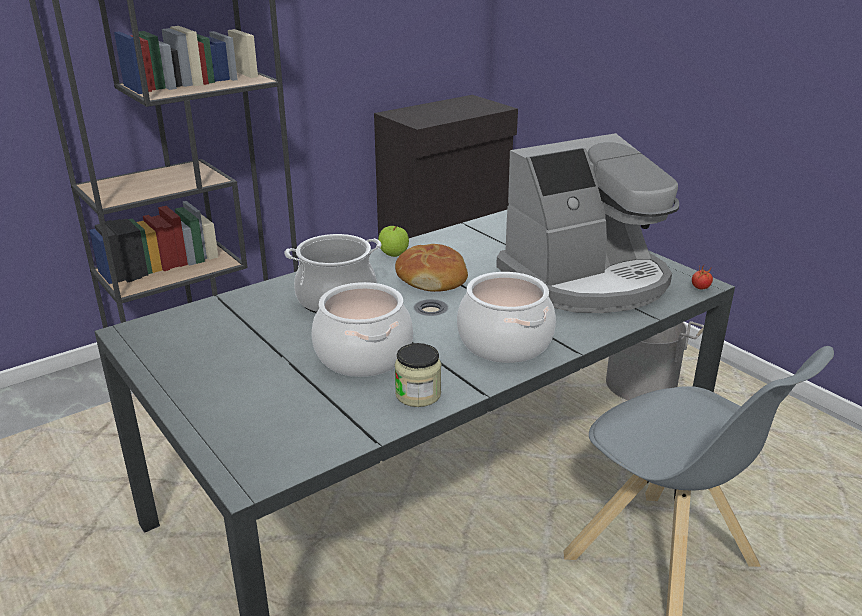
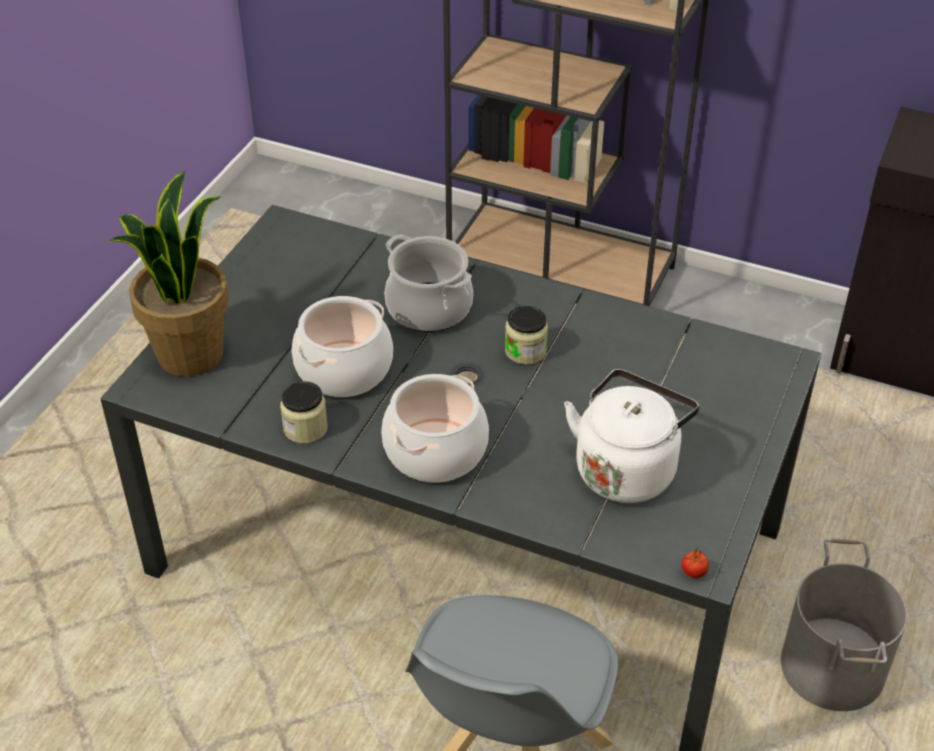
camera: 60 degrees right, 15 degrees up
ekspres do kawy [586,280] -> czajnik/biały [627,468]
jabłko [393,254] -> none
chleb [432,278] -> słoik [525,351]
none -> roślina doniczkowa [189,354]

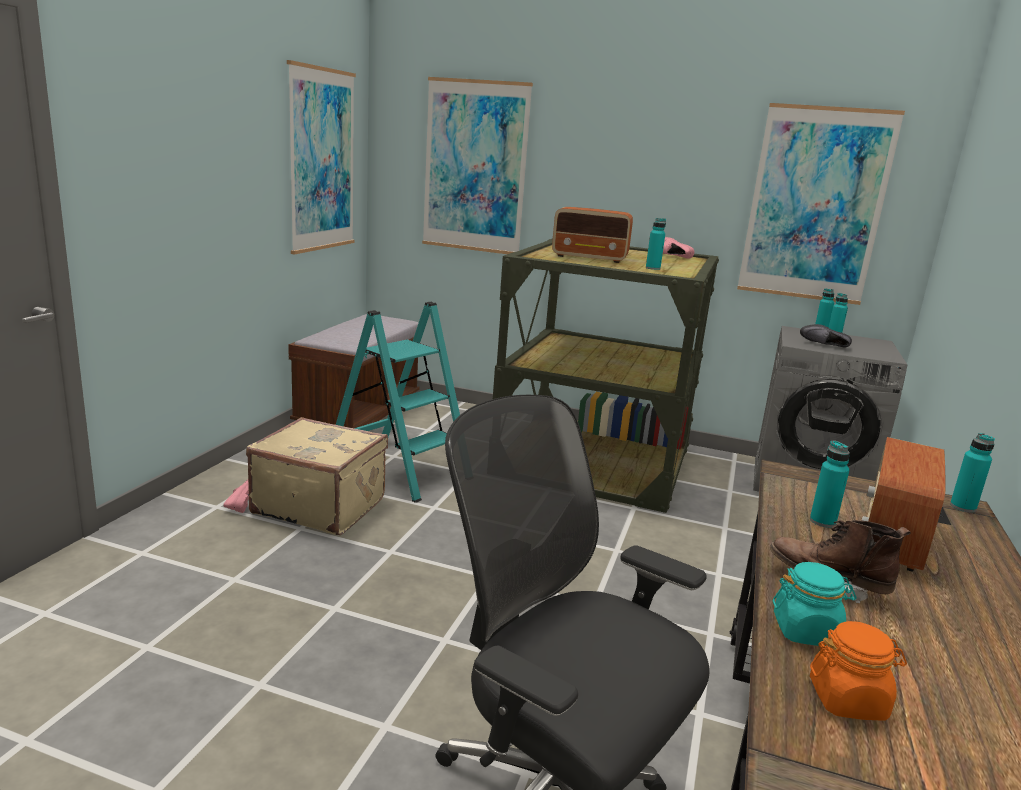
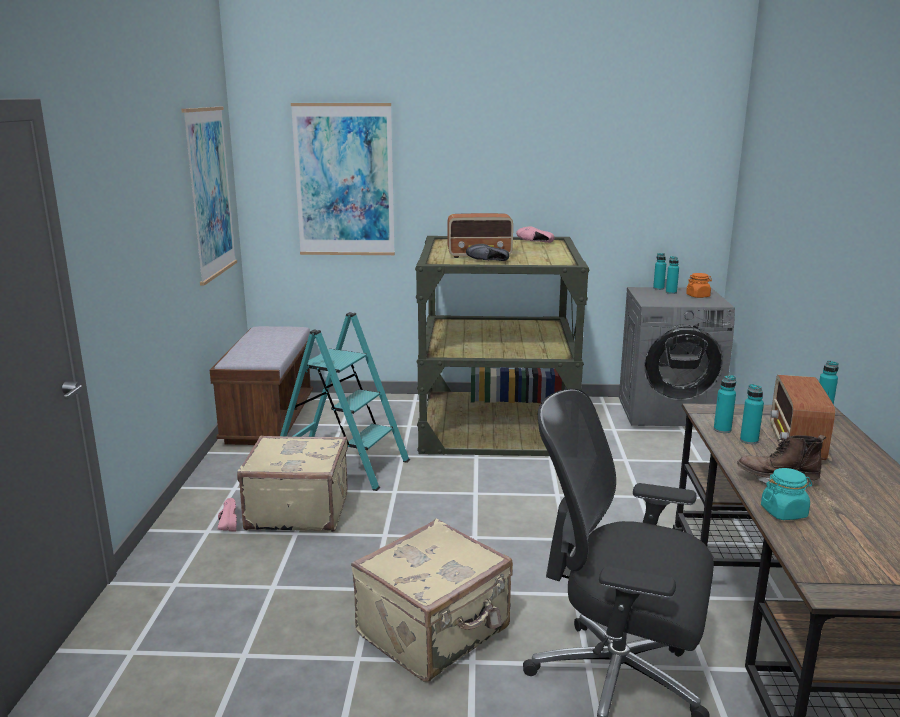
camera: 15 degrees left, 0 degrees up
obraz [815,205] -> none
butelka/turkusowy [653,268] -> butelka/turkusowy [722,429], moved
but/czarny [825,345] -> but/czarny [488,261], moved
słoik/pomarańczowy [848,700] -> słoik/pomarańczowy [698,296], moved
none -> walizka/beżowy [435,632]

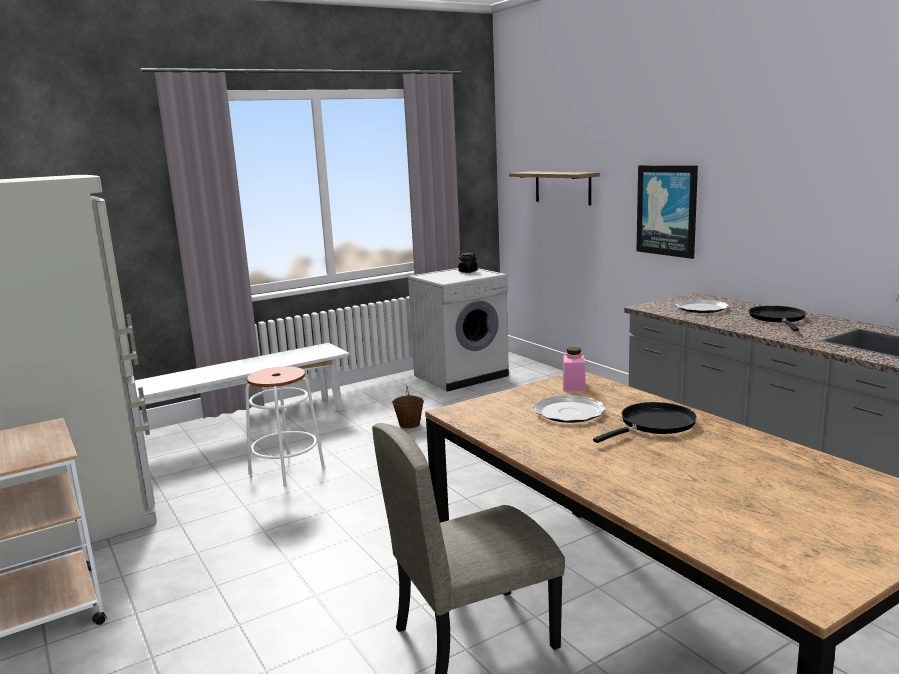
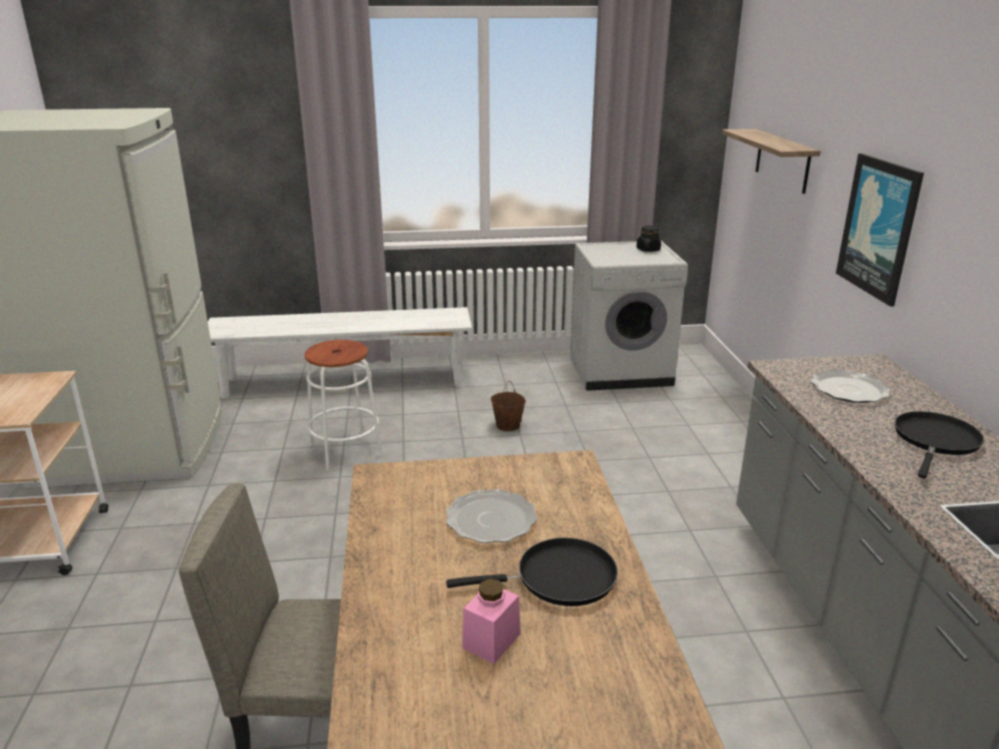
camera: 25 degrees right, 10 degrees up
słoik/różowy [574,386] -> słoik/różowy [491,641], moved

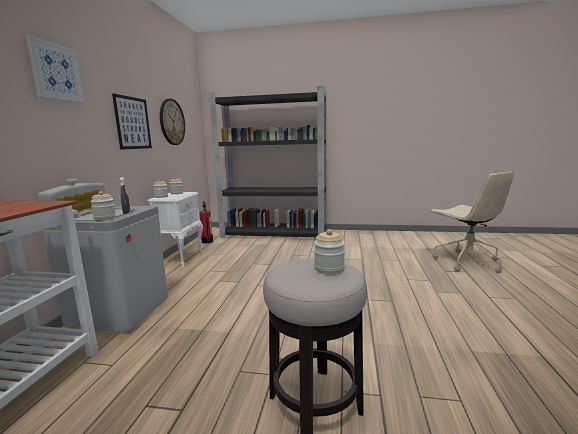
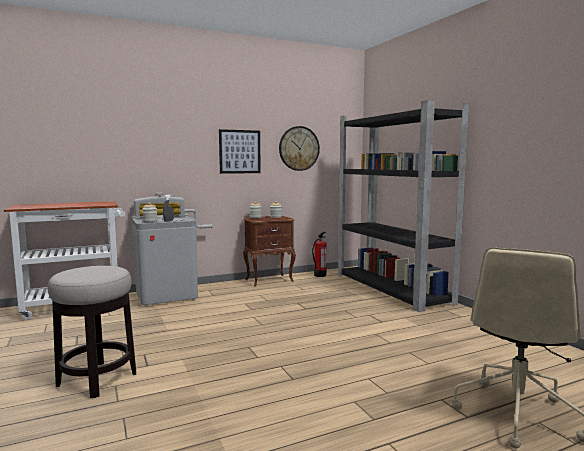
camera: 55 degrees right, 5 degrees down
obraz [56,72] -> none
szafka nocna/biały [181,258] -> szafka nocna/brązowy [269,280]
słoik [329,268] -> none

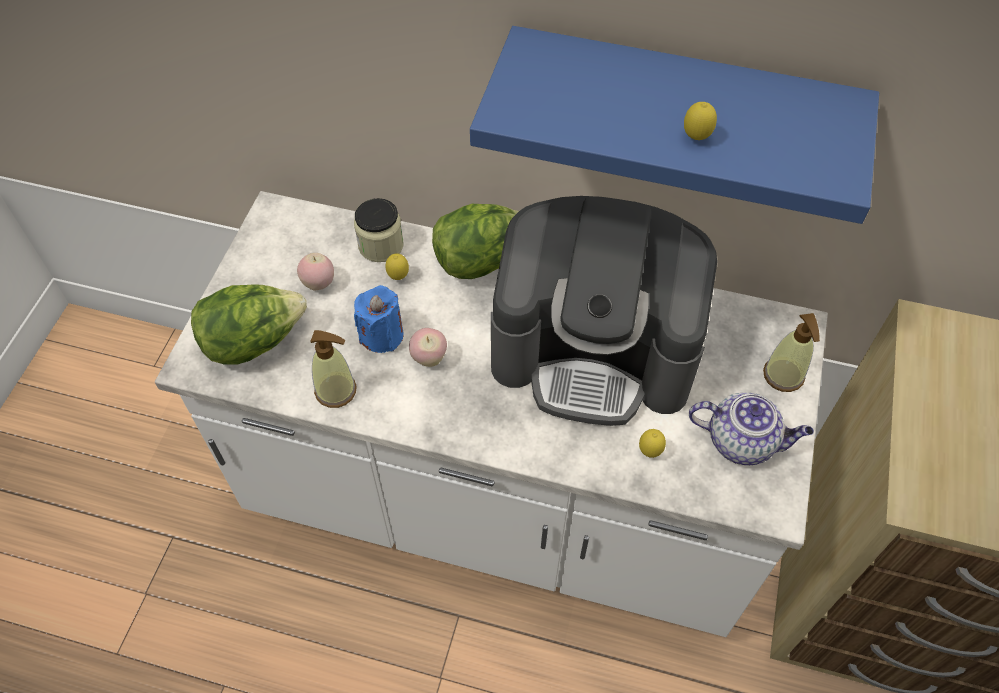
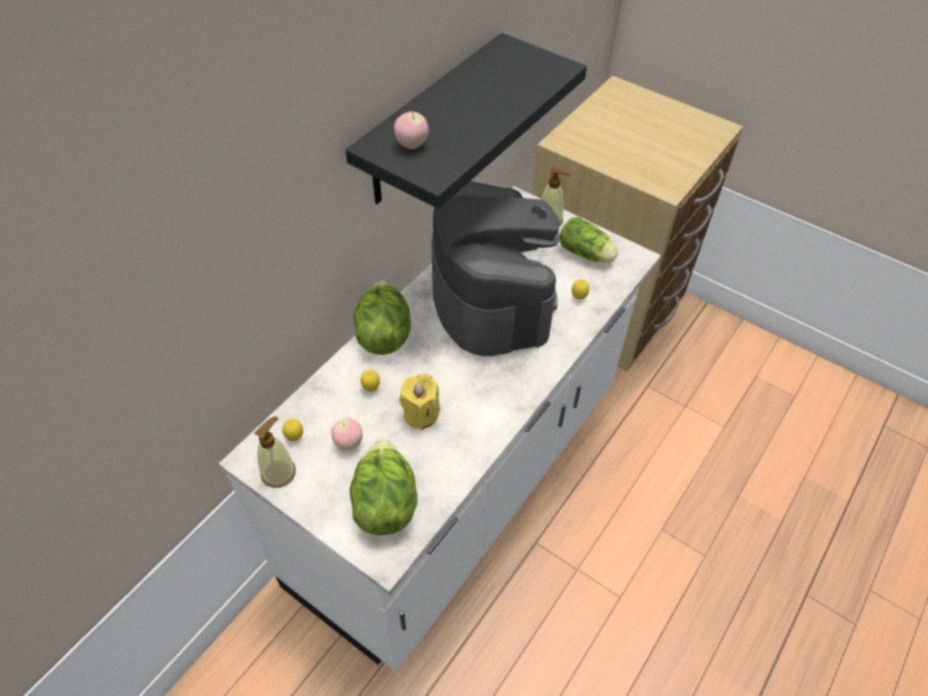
camera: 70 degrees left, 5 degrees down
półka/niebieski [680,105] -> półka/czarny [430,122]
cytryna [696,138] -> cytryna [295,437], moved
ekspres do kawy [595,349] -> ekspres do kawy [491,298], 45 degrees counterclockwise
słoik [381,245] -> none
świeca/niebieski [382,335] -> świeca/żółty [421,414]
jabłko [429,358] -> jabłko [411,145], moved
dozownik mydła [336,390] -> dozownik mydła [279,472], moved
imbryk [742,441] -> sałata [587,254]

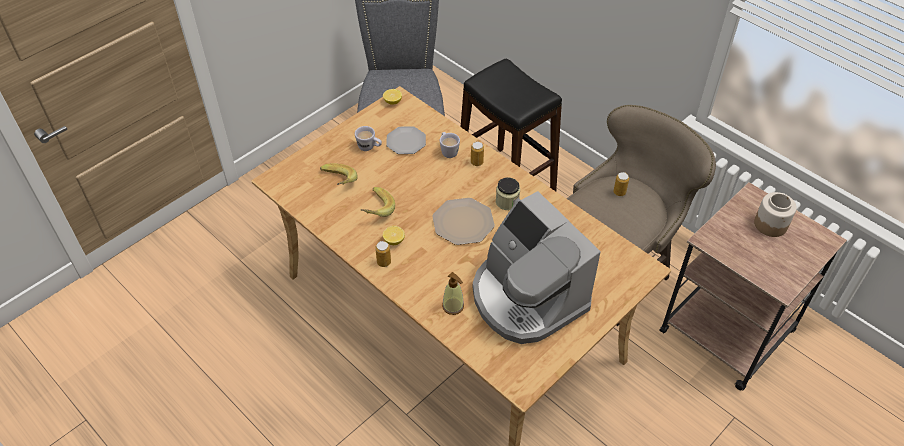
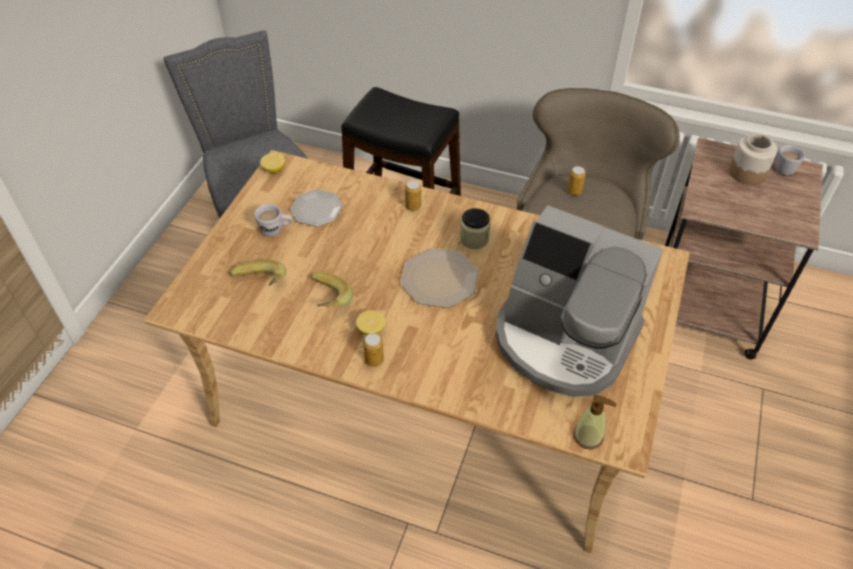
camera: 25 degrees left, 0 degrees up
kubek/biały [448,151] -> kubek/biały [779,168], moved
dozownik mydła [453,306] -> dozownik mydła [588,436], moved

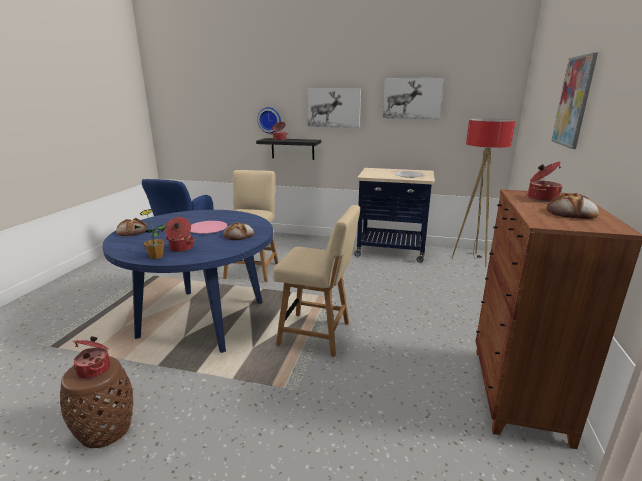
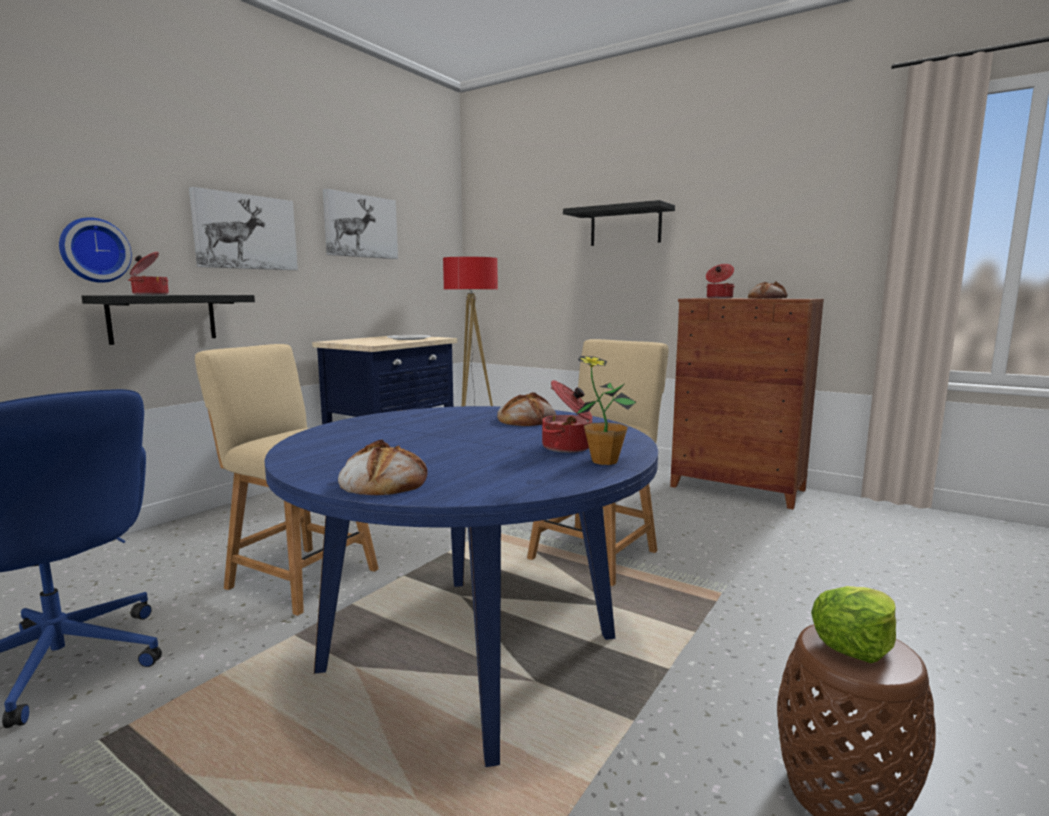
camera: 70 degrees left, 10 degrees down
obraz [574,102] -> półka/czarny [625,226]
talerz/różowy [207,228] -> none
garnek [95,369] -> sałata [854,644]

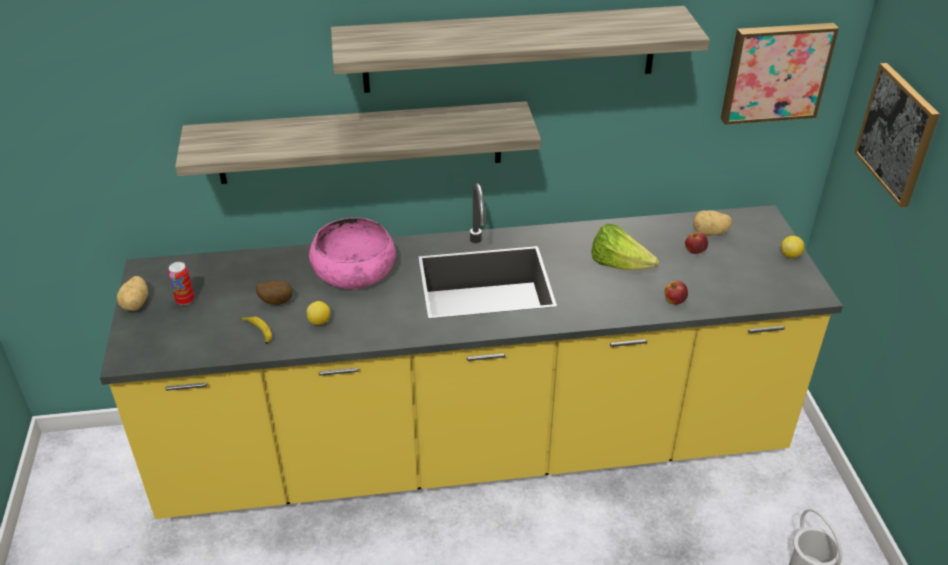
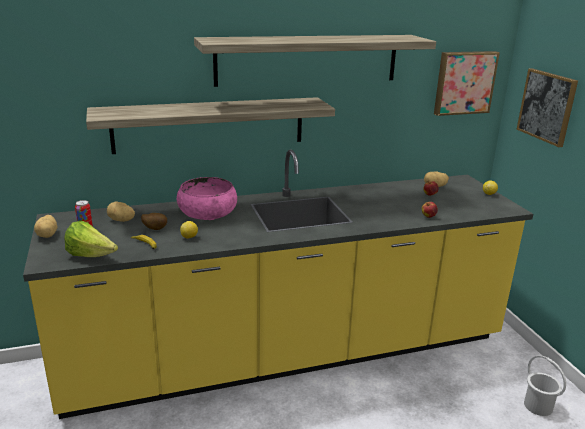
camera: 10 degrees left, 15 degrees down
sałata [619,265] -> sałata [91,256], moved
none -> ziemniak [121,220]

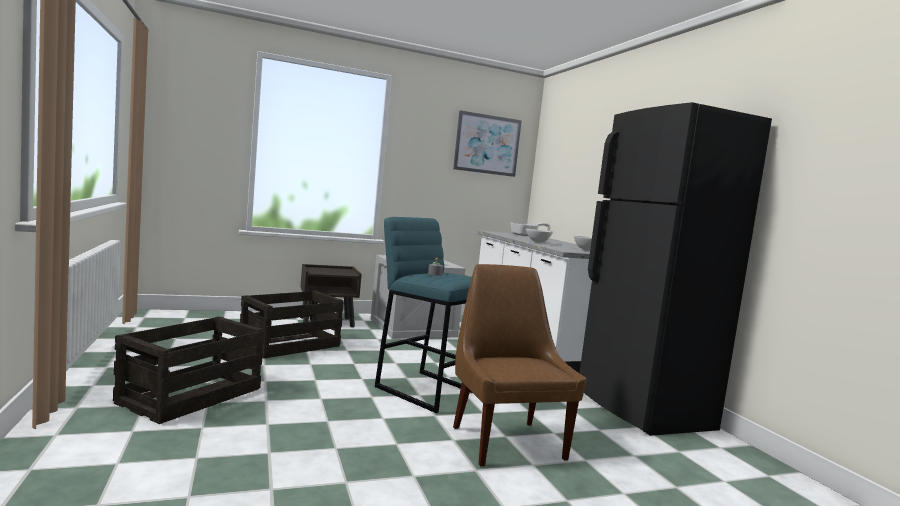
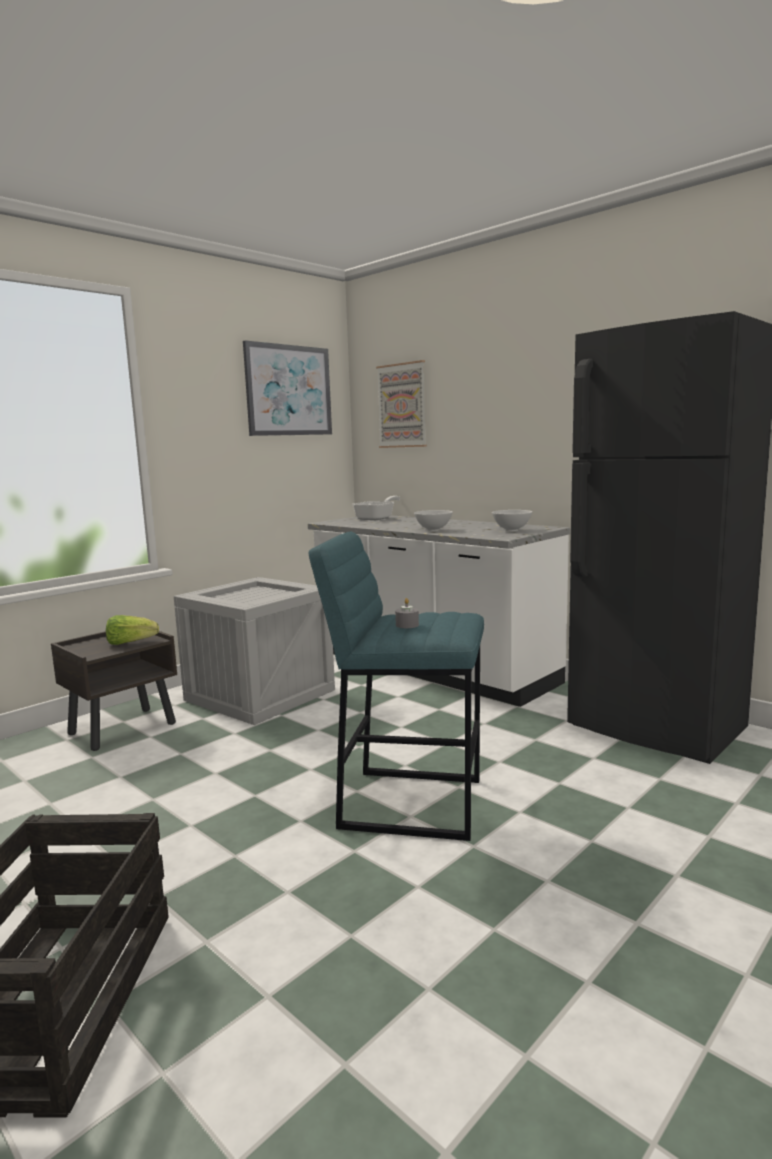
camera: 25 degrees left, 5 degrees up
krzesło/brązowy [505,441] -> none
skrzynka [291,345] -> none
none -> obraz [402,405]
none -> sałata [130,643]

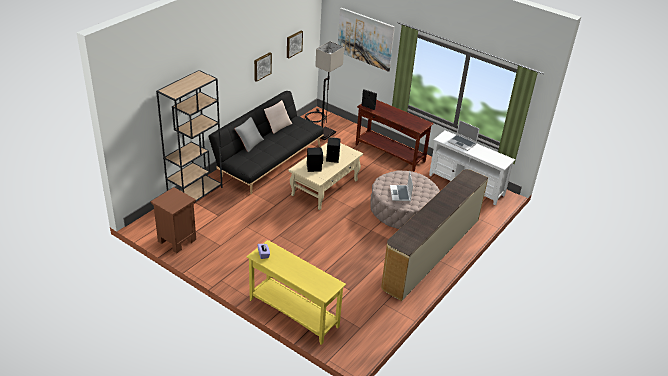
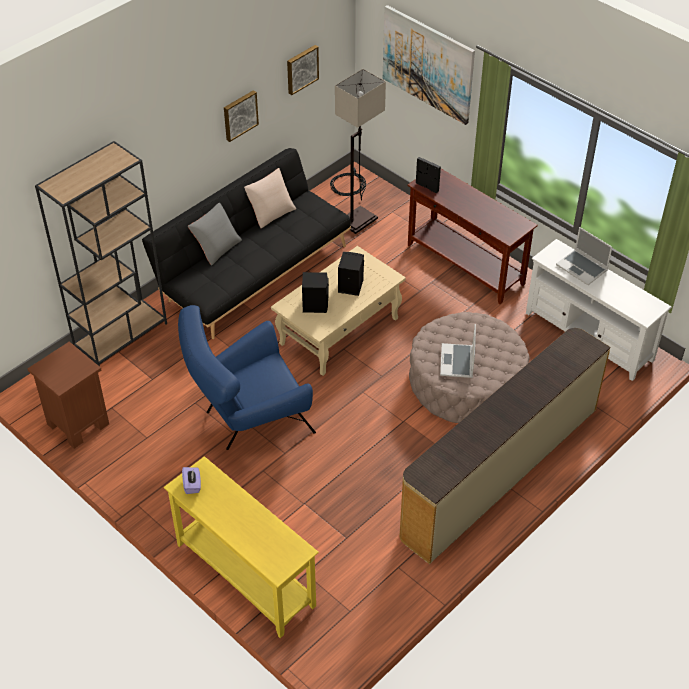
camera: 10 degrees right, 10 degrees up
none -> fotel/niebieski [247,420]

